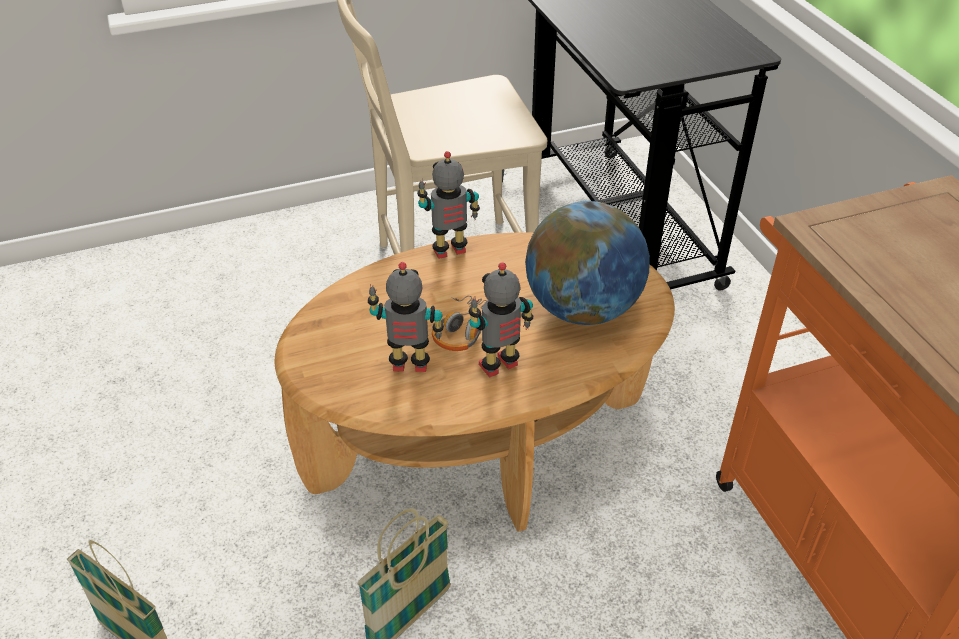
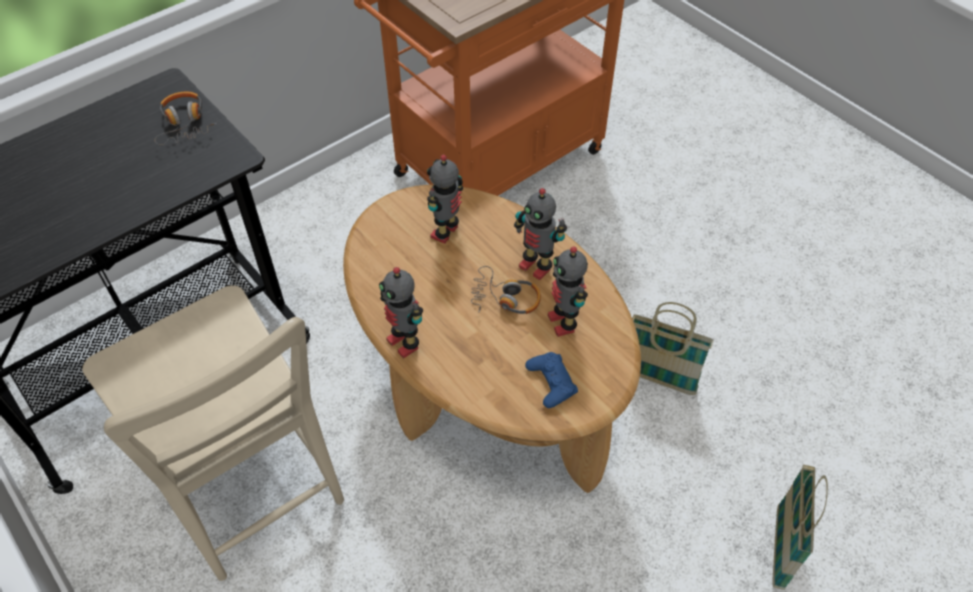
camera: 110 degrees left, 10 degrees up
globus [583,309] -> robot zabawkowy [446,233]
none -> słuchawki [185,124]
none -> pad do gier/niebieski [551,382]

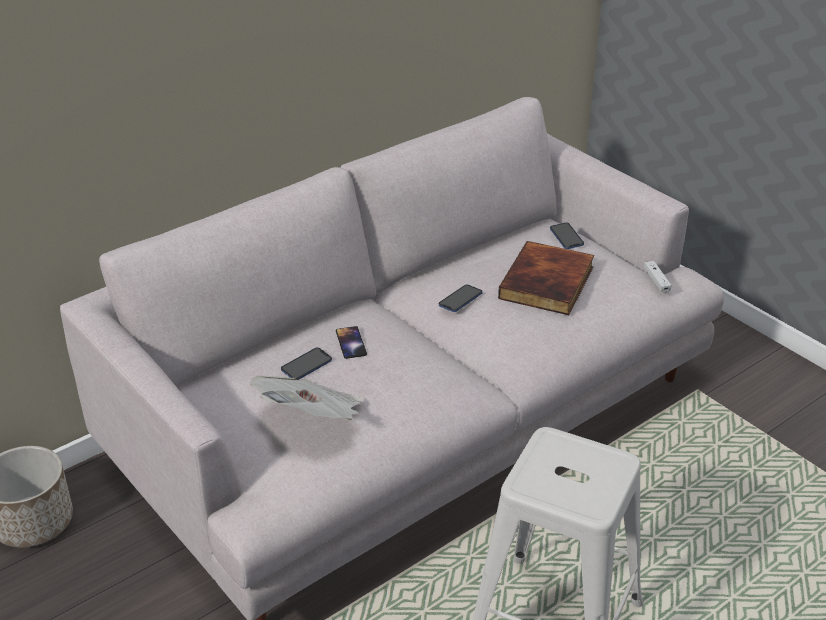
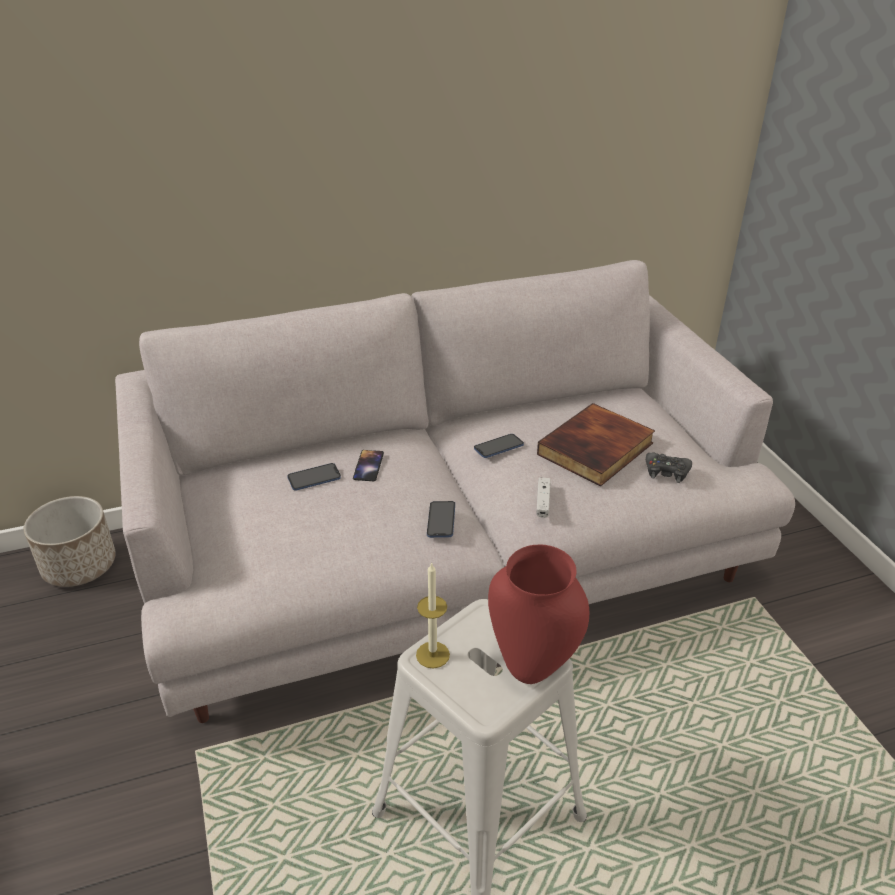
camera: 20 degrees right, 0 degrees up
telefon [566,237] -> telefon [441,520], moved
pad do gier/biały [656,281] -> pad do gier/biały [543,501], moved
gazeta [312,419] -> none
none -> pad do gier/czarny [666,472]
none -> wazon/czerwony [531,670]
none -> świeca [432,655]

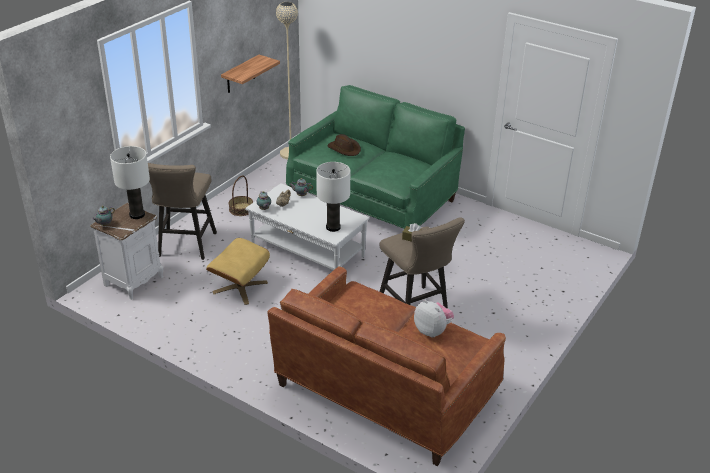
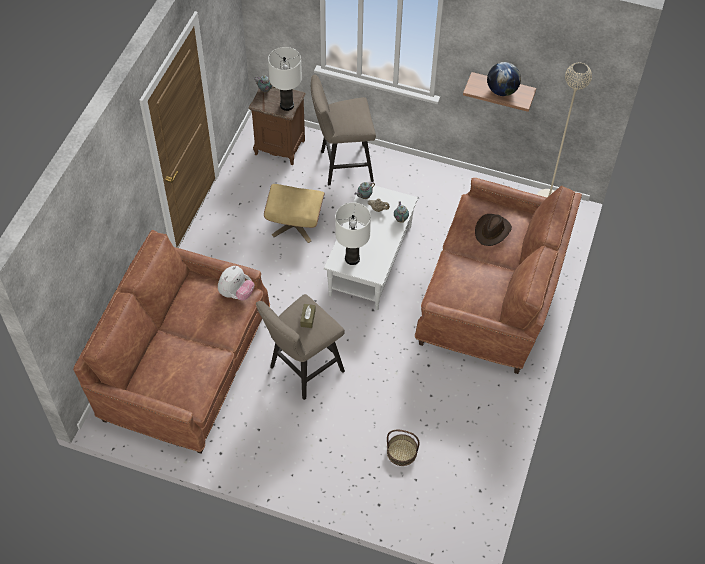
camera: 75 degrees right, 20 degrees up
kanapa/zielony [373,197] -> kanapa/brązowy [492,295]
koszyk [241,209] -> koszyk [402,452], moved
szafka nocna/biały [134,281] -> szafka nocna/brązowy [280,148]
pluszak [432,331] -> pluszak [236,293], moved
none -> globus [501,91]

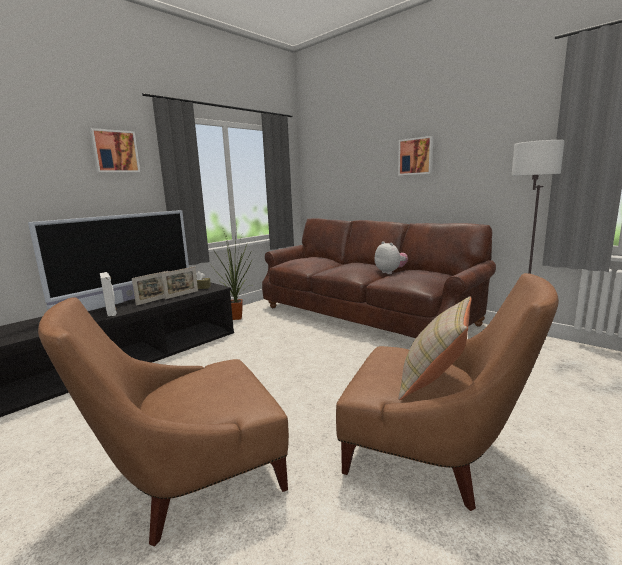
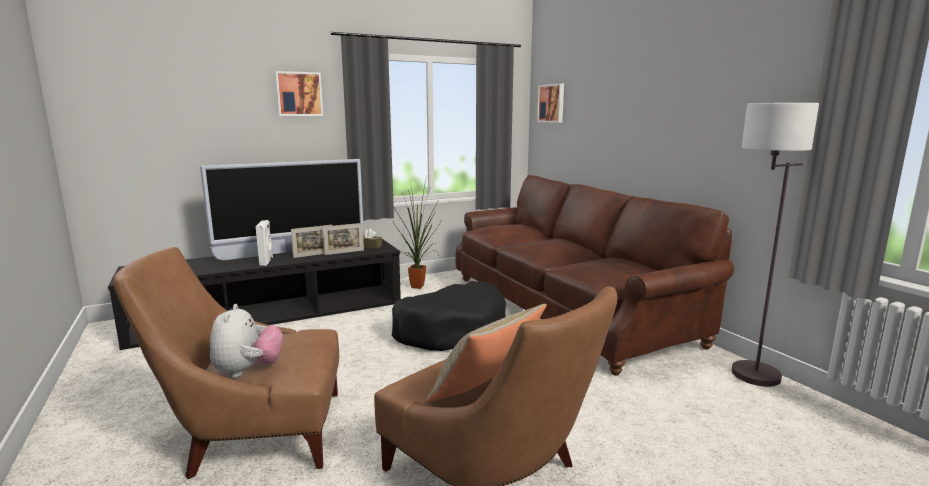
camera: 20 degrees right, 0 degrees up
obraz [416,156] -> obraz [552,103], moved
pluszak [390,272] -> pluszak [248,371], moved
none -> legowisko/czarny [450,330]

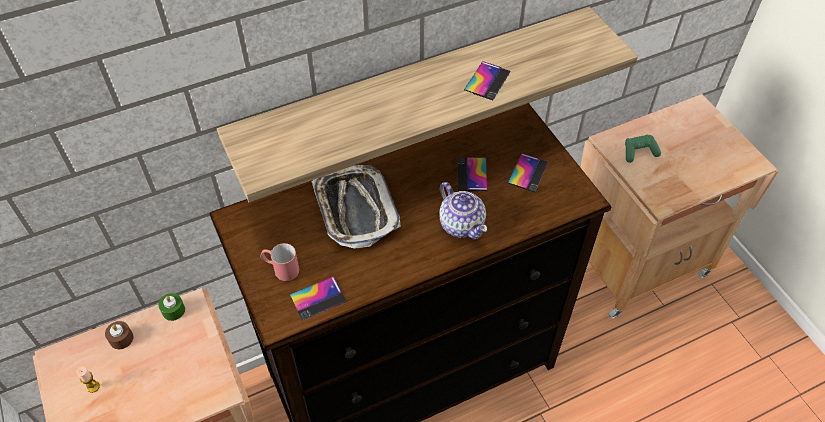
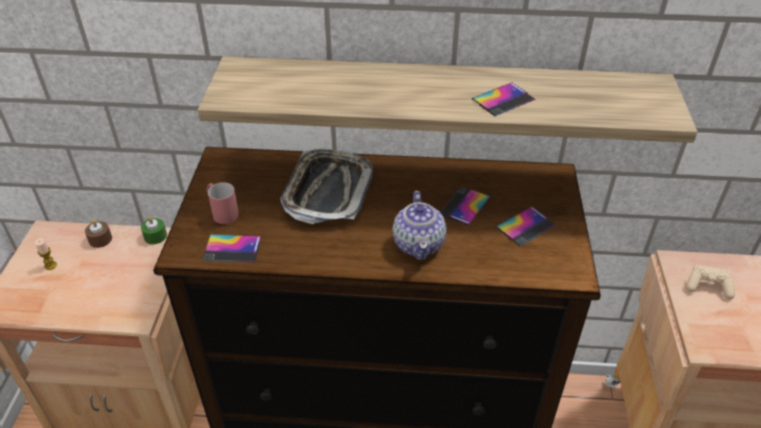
camera: 30 degrees right, 10 degrees down
pad do gier/zielony [639,152] -> pad do gier/beżowy [708,287]

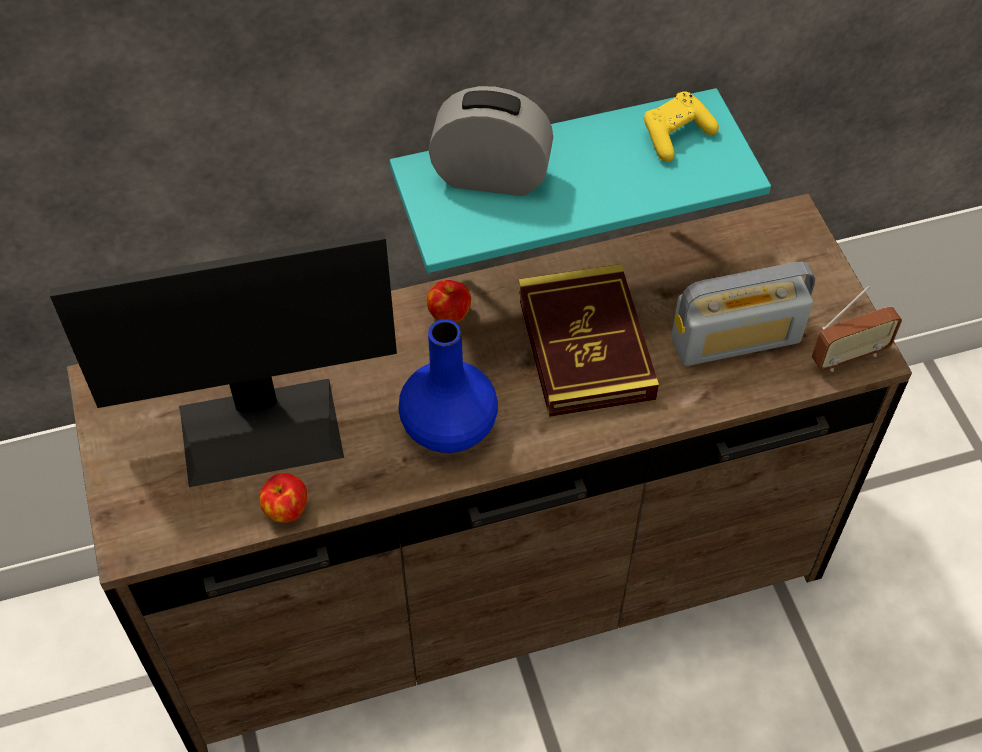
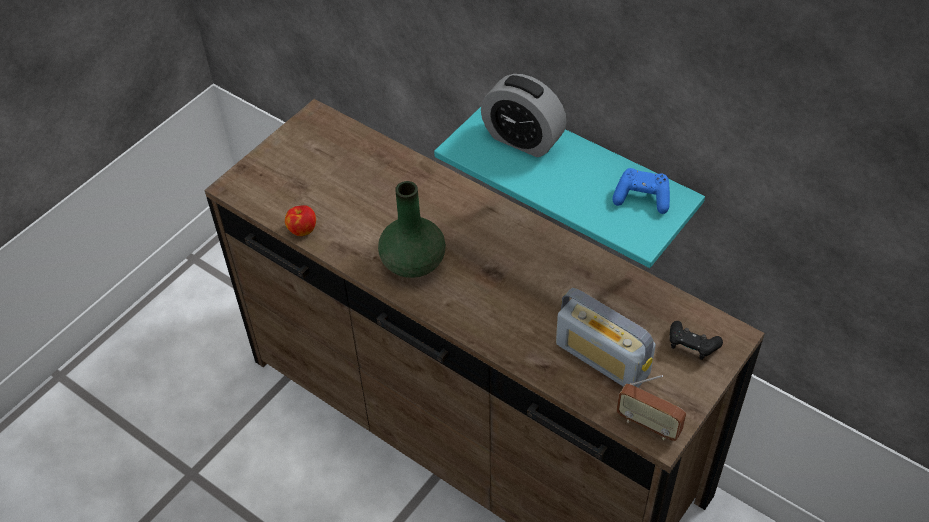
camera: 55 degrees right, 5 degrees down
budzik [491,176] -> budzik [522,139], 150 degrees clockwise
pad do gier/żółty [675,135] -> pad do gier/niebieski [642,198]
monitor [261,429] -> none
książka [585,346] -> none
jabłko [449,313] -> none
wazon/niebieski [448,424] -> wazon/zielony [413,262]
none -> pad do gier/czarny [691,346]

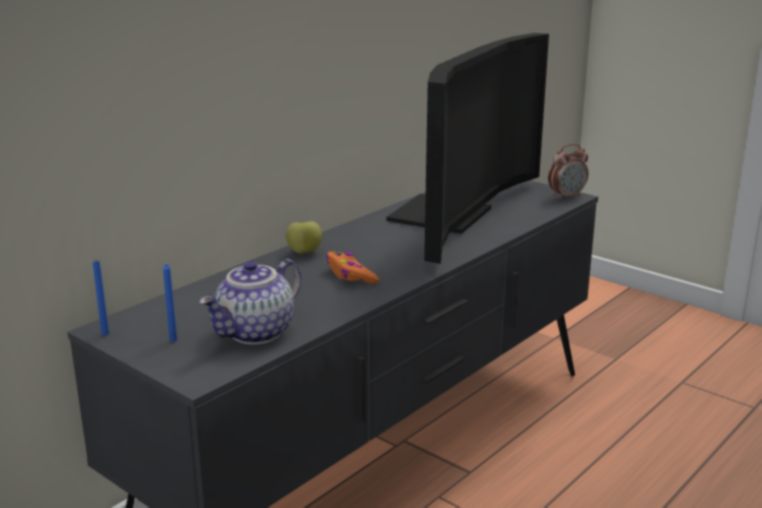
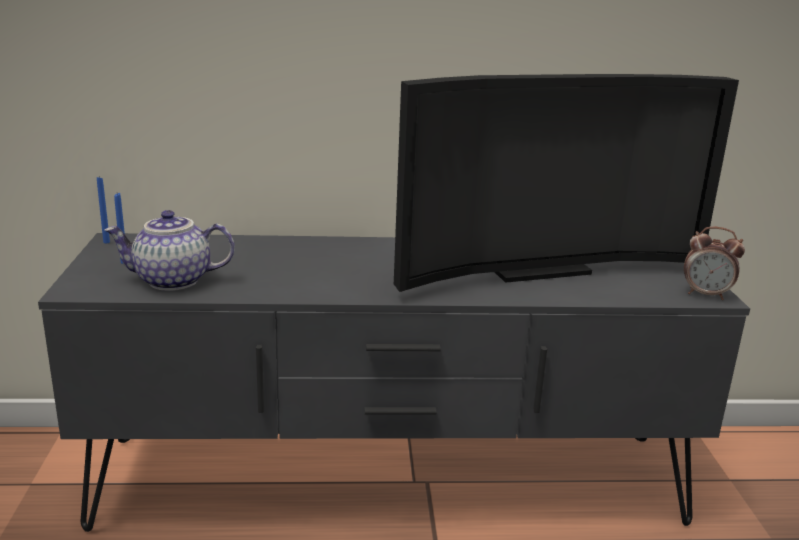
camera: 45 degrees right, 0 degrees up
jabłko [304,252] -> none
pad do gier/pomarańczowy [350,275] -> none

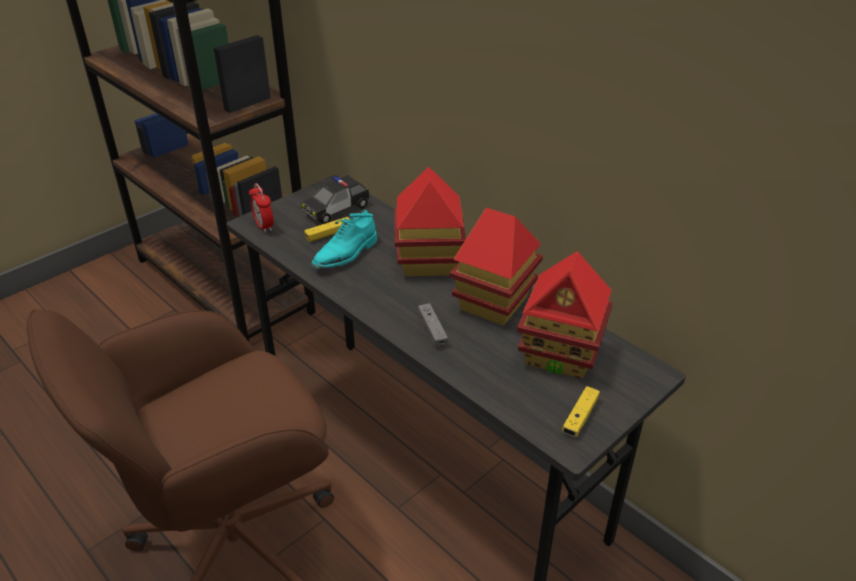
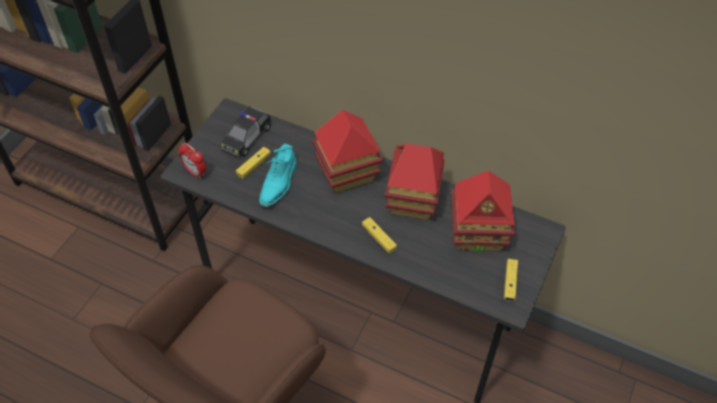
camera: 20 degrees left, 15 degrees up
pad do gier/szary [432,330] -> pad do gier/żółty [379,238]

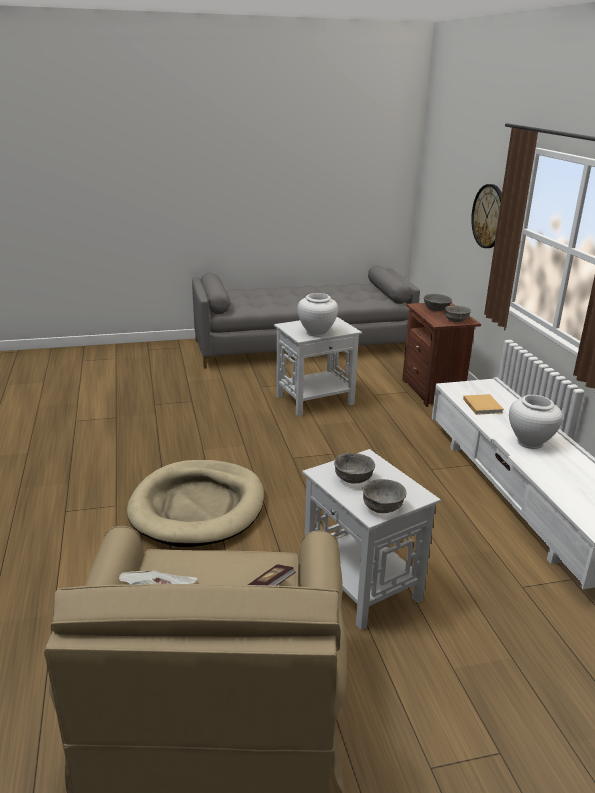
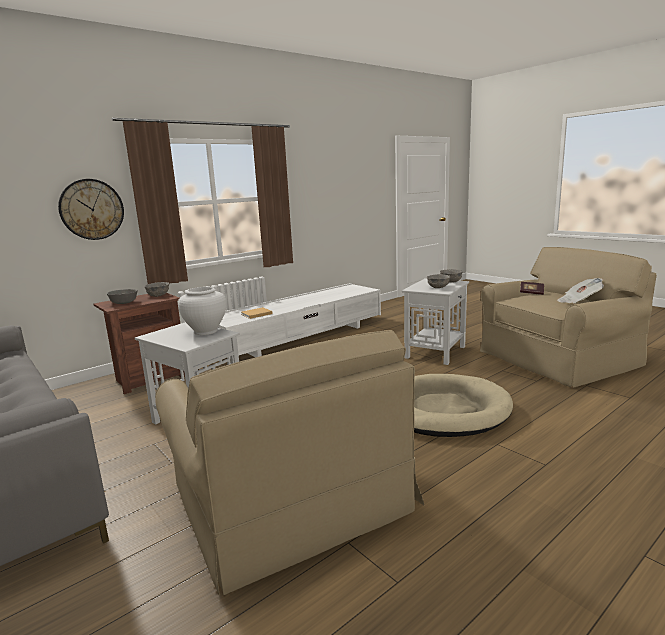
camera: 115 degrees left, 10 degrees down
wazon/biały [530,442] -> none
none -> fotel/beżowy [290,498]

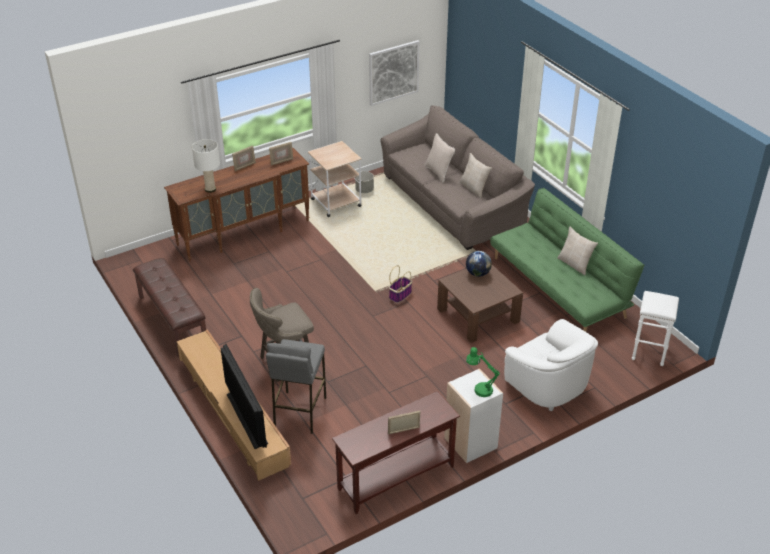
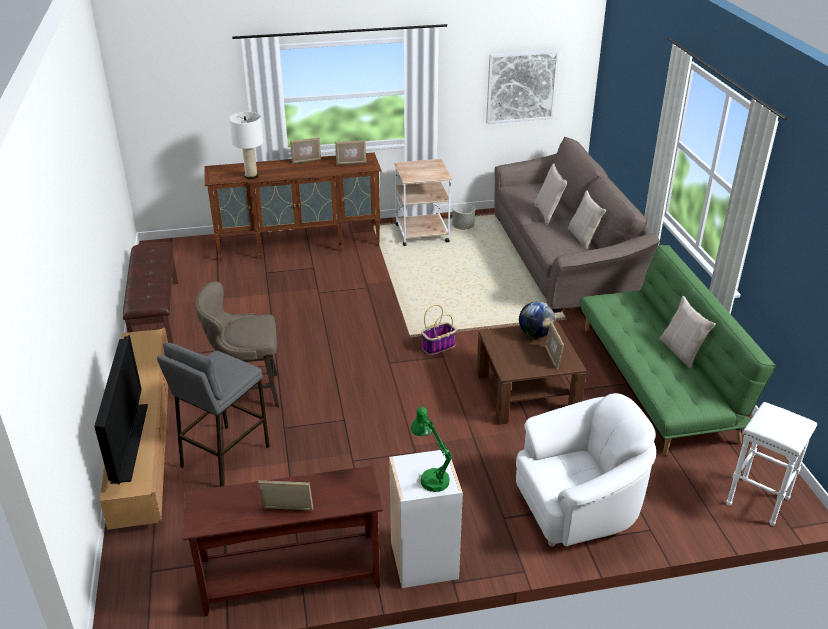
camera: 20 degrees right, 5 degrees down
fotel/biały [546,385] -> fotel/biały [577,508], 90 degrees counterclockwise
none -> ramka na zdjęcie [552,358]

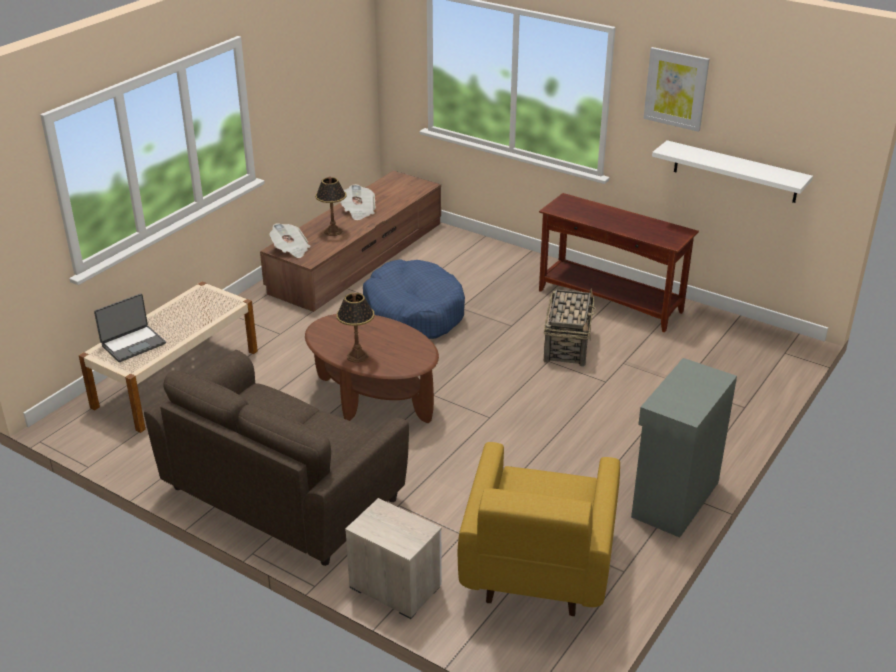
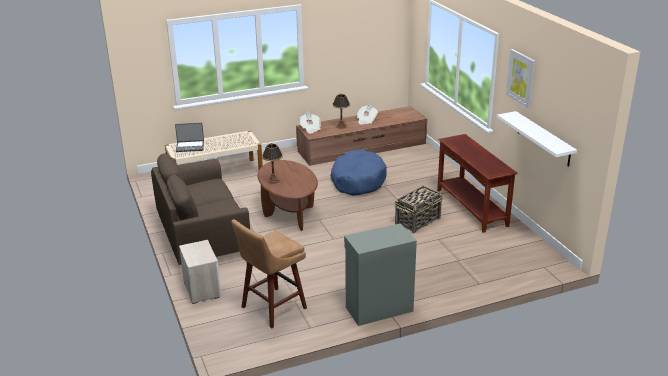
camera: 35 degrees right, 5 degrees down
fotel/żółty [537,568] -> stołek/brązowy [272,308]

